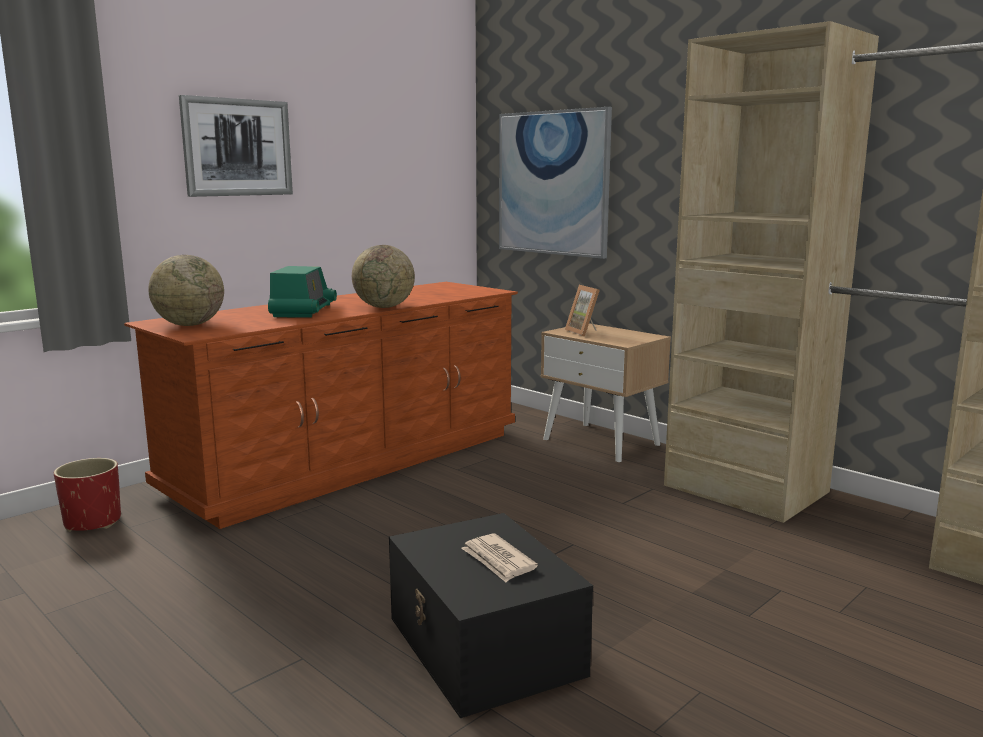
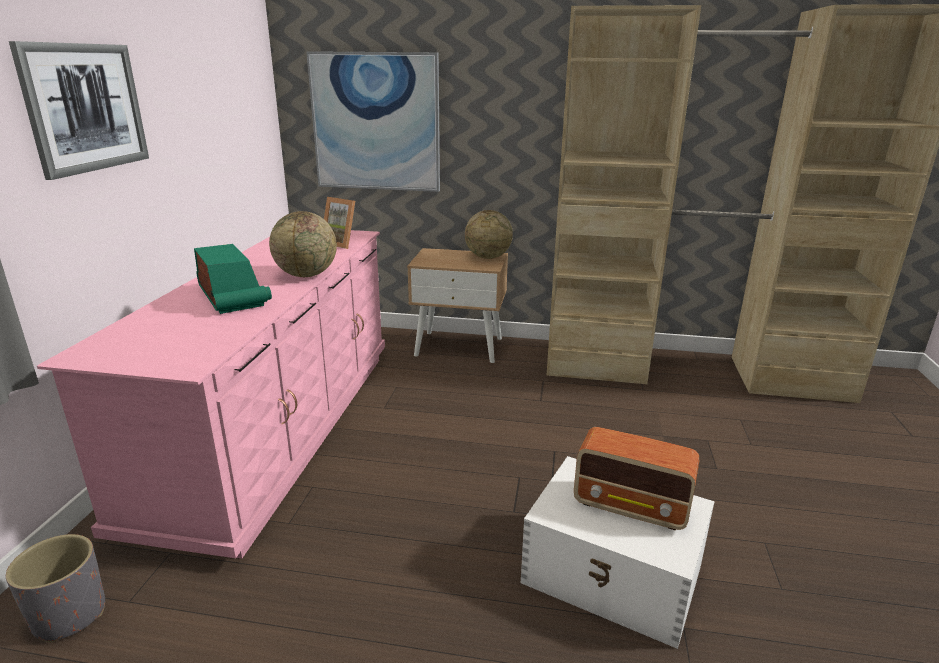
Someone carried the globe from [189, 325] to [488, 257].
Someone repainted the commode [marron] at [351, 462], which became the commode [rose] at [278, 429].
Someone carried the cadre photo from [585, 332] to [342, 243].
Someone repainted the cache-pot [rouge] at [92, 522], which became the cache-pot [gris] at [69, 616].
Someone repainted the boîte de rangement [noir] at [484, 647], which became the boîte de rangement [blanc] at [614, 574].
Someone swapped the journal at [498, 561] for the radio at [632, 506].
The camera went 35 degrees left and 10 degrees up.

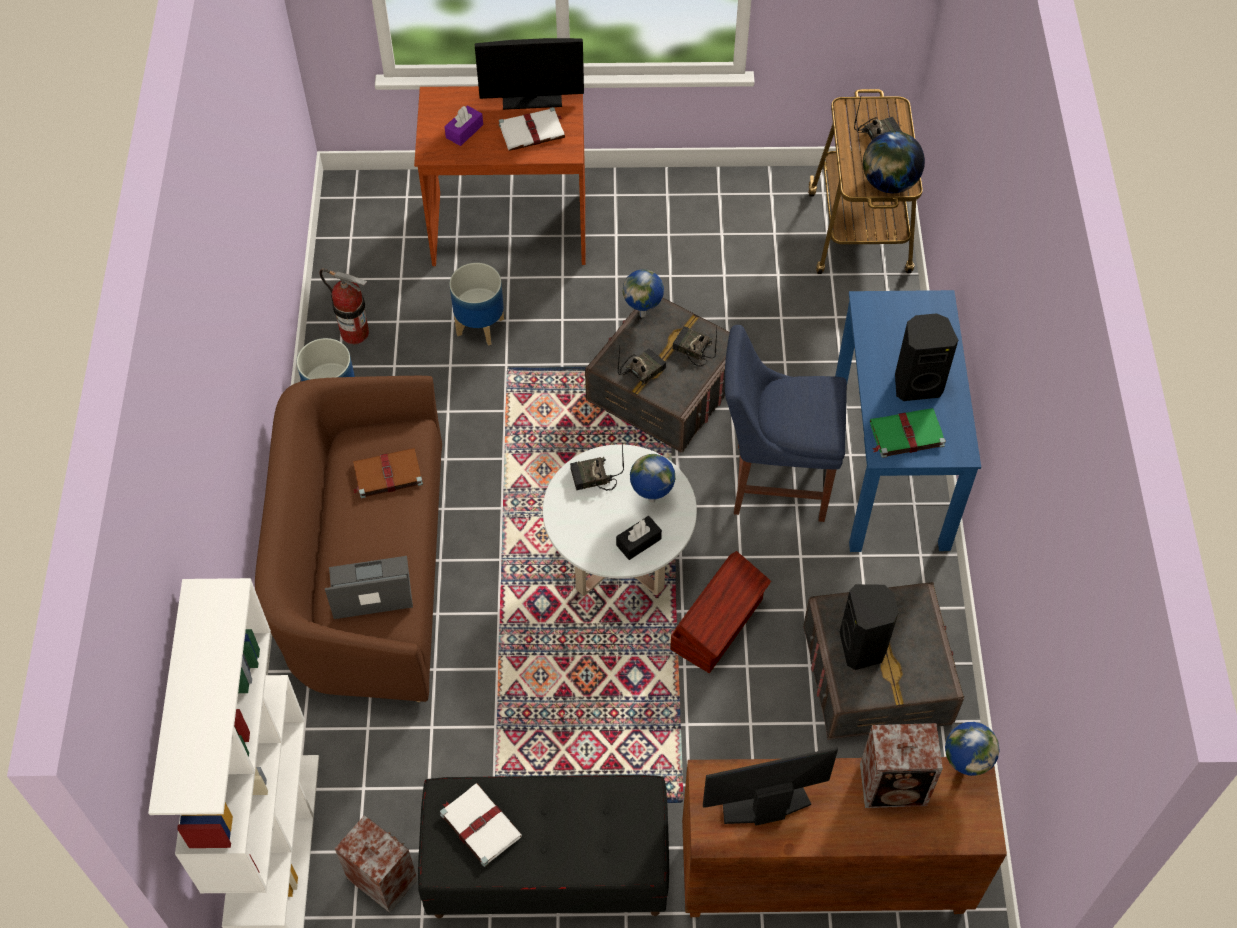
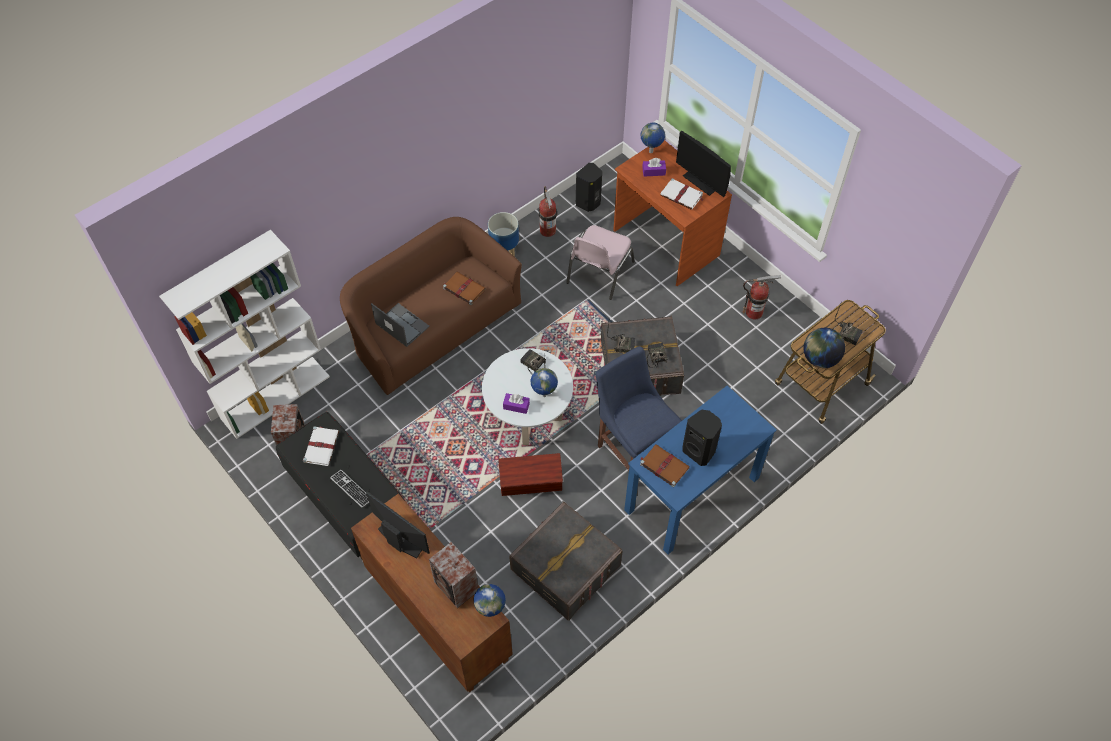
Someone swapped the cache-pot at [480, 327] for the chaise [rose] at [599, 273].
Someone carried the globe from [643, 314] to [651, 152].
Someone repainted the livre [vert] at [905, 434], which became the livre [marron] at [663, 466].
Someone repainted the boîte à mouchoirs [noir] at [638, 542], which became the boîte à mouchoirs [violet] at [516, 406].
Someone carried the enceinte [noir] from [863, 647] to [589, 203].
Someone put down the extincteur at [754, 312].
Someone put down the clavier at [351, 489].
The camera went 50 degrees right and 0 degrees up.

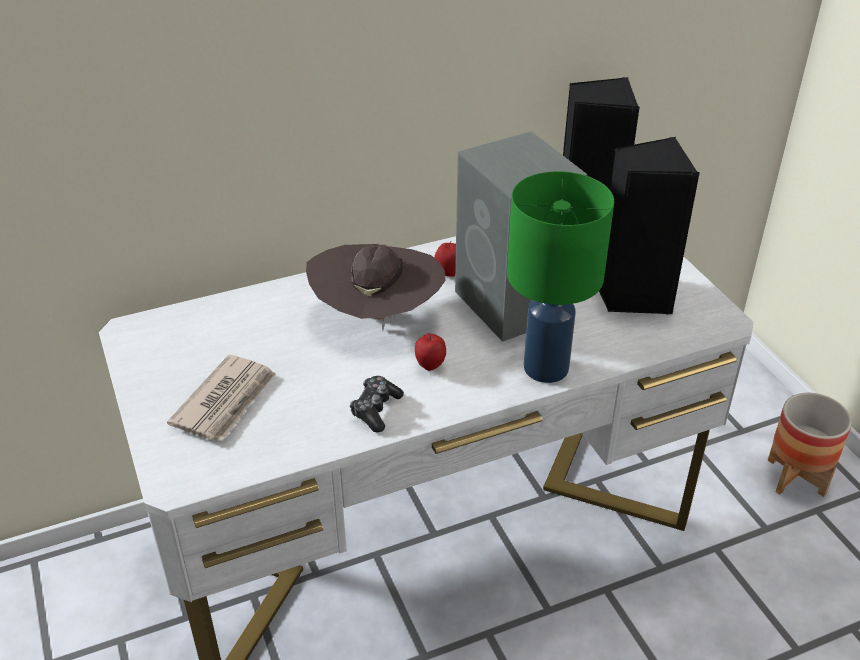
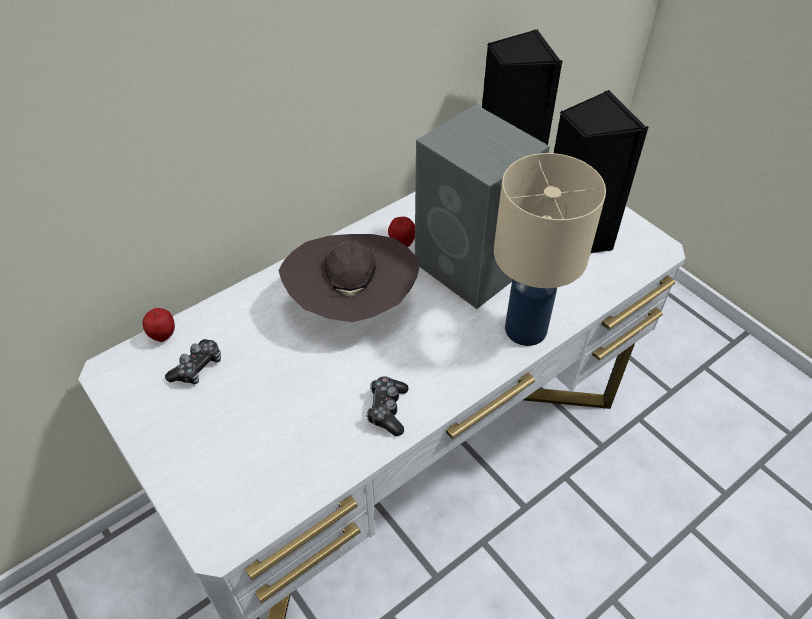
Someone repainted the lampe de table [vert] at [545, 368], which became the lampe de table [beige] at [525, 330].
Someone carried the pomme from [430, 366] to [163, 337].
Someone took away the journal at [226, 401].
Someone took away the cache-pot at [796, 477].
Someone put down the manette at [197, 367].
The camera went 15 degrees left and 10 degrees up.

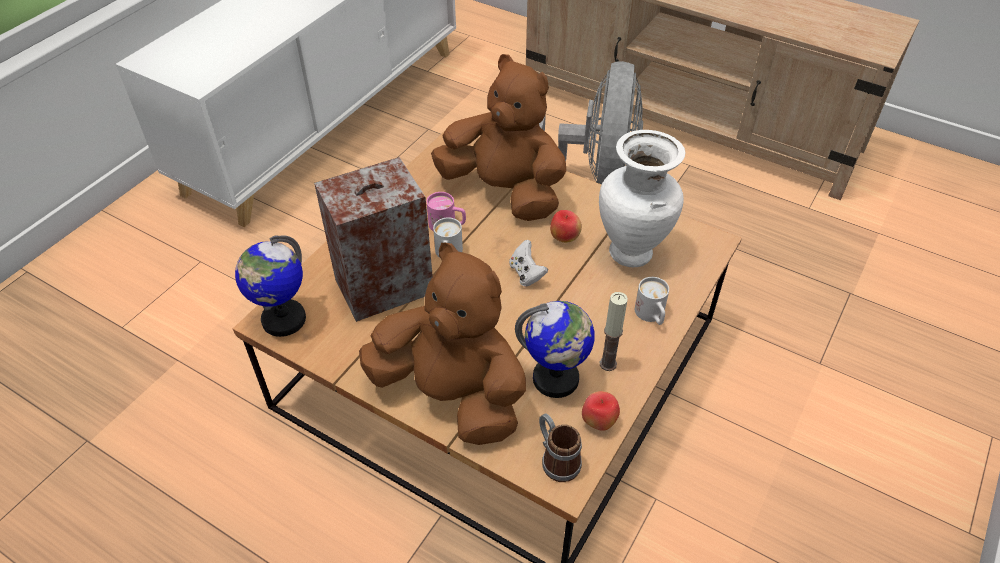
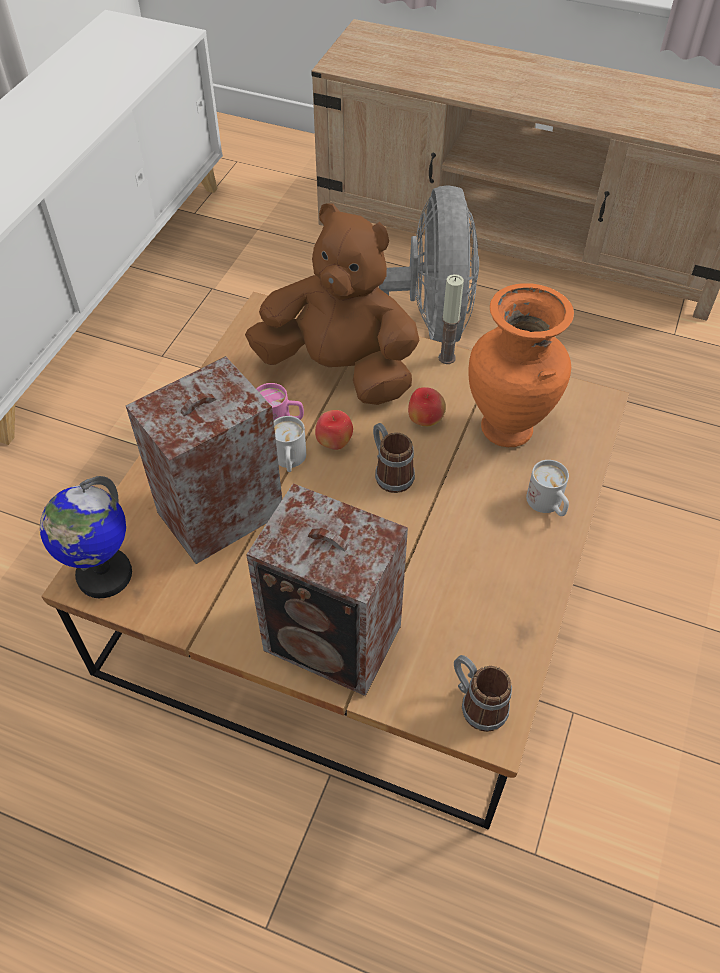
Someone repainted the vase [blanc] at [632, 253], which became the vase [orange] at [508, 428].
Someone swapped the manette [blanc] at [526, 274] for the mug at [390, 472].
Someone swapped the peluche [marron] at [452, 395] for the enceinte at [335, 641].
Someone carried the bougie from [608, 364] to [446, 358].
Someone took away the globe at [556, 379].
Someone carried the pomme from [598, 422] to [334, 443].
The camera went 10 degrees left and 5 degrees up.

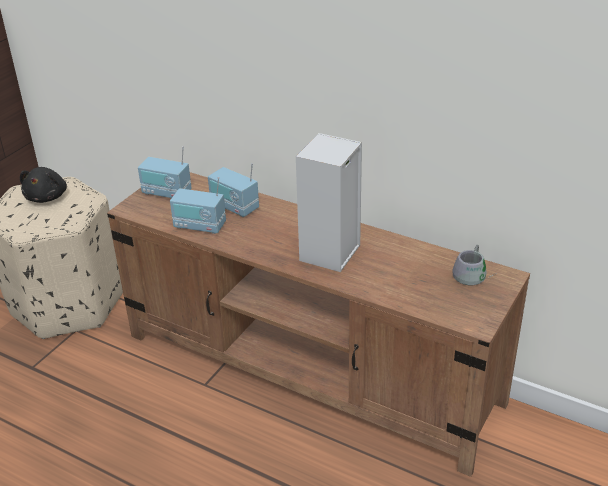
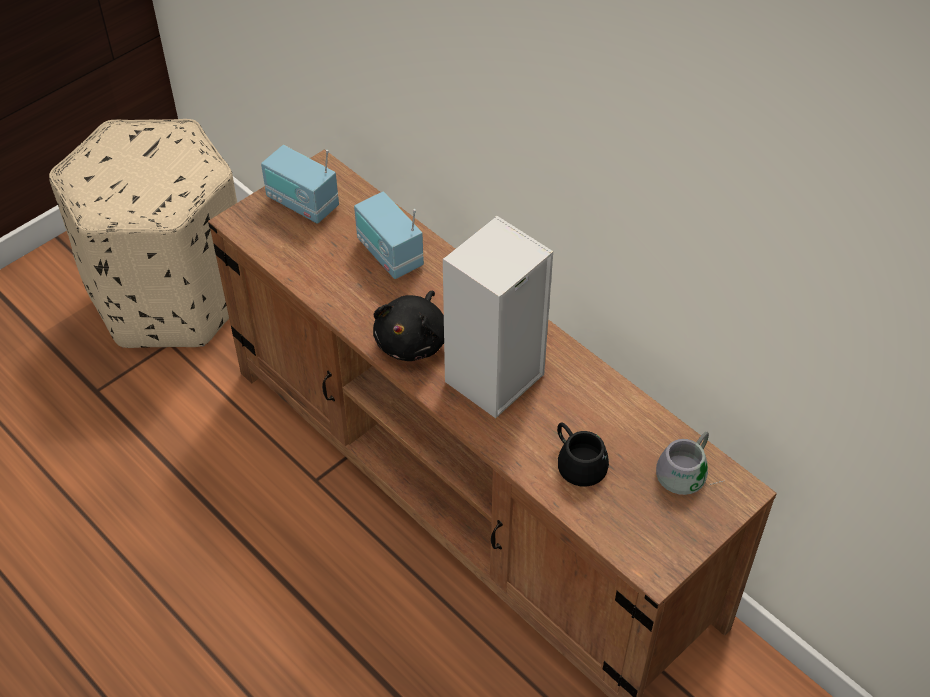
Someone carried the peluche [noir] from [47, 197] to [414, 341].
Someone took away the radio at [199, 226].
Someone put down the mug [noir] at [582, 459].
The camera went 15 degrees right and 15 degrees up.

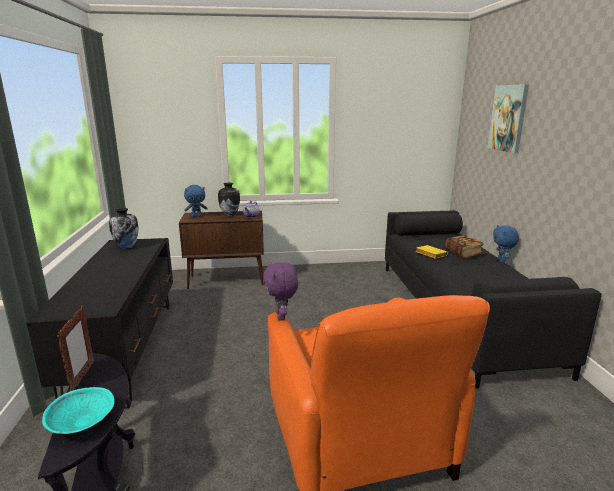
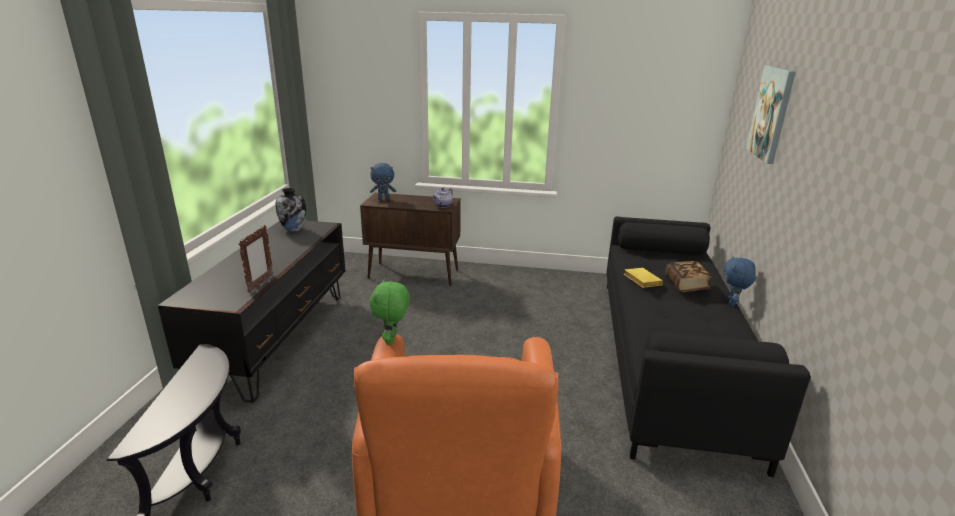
Someone took away the vase at [230, 214].
Someone repainted the peluche [violet] at [282, 317], which became the peluche [vert] at [392, 340].
Someone carried the cadre photo from [82, 377] to [260, 284].
Someone took away the bol [turquoise] at [82, 424].
The camera went 15 degrees right and 5 degrees up.

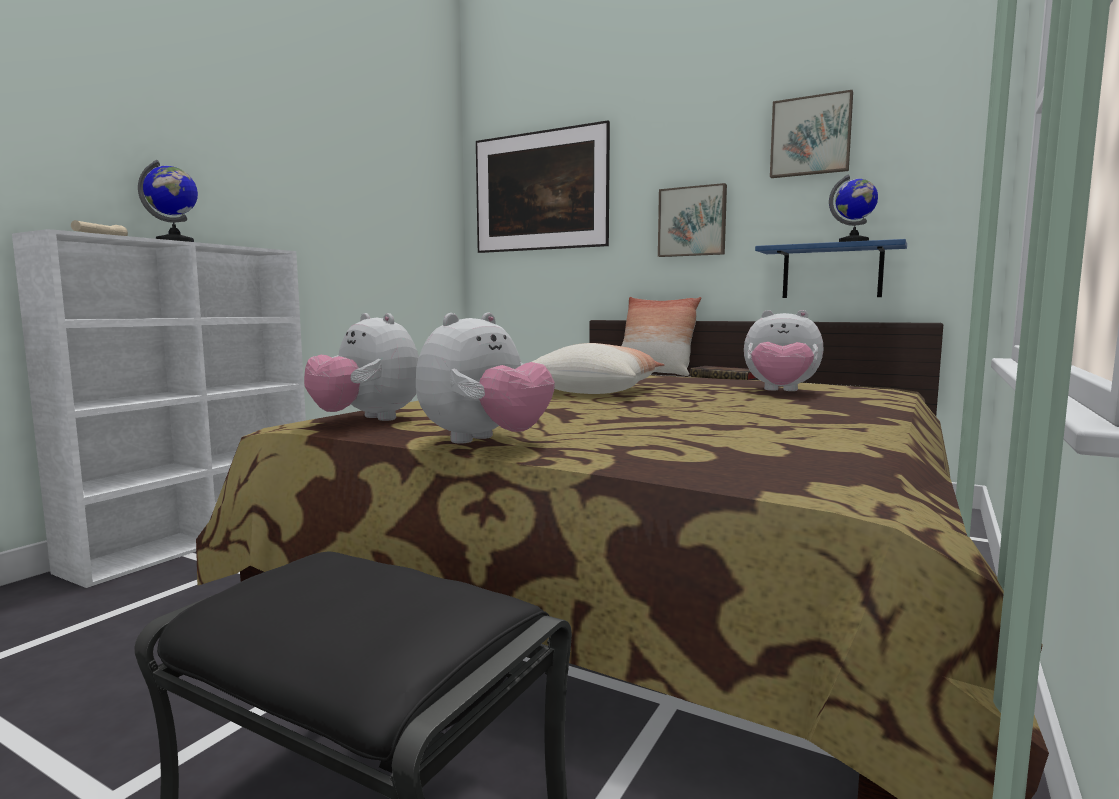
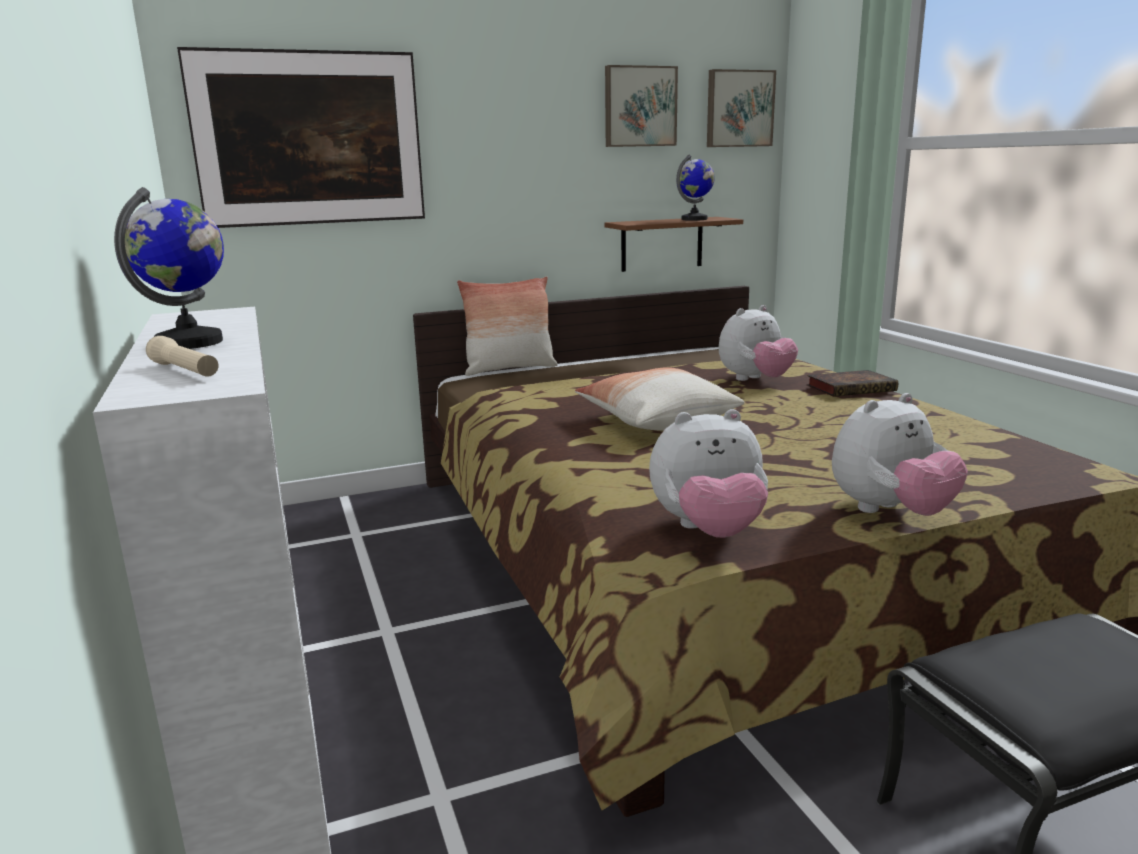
Someone carried the tableau from [692, 221] to [738, 109].
Someone repainted the étagère [bleu] at [832, 272], which became the étagère [marron] at [662, 244].
Someone rotated the peluche at [485, 441] by 75 degrees clockwise.
Someone carried the livre from [727, 378] to [852, 388].
The camera went 50 degrees left and 10 degrees up.

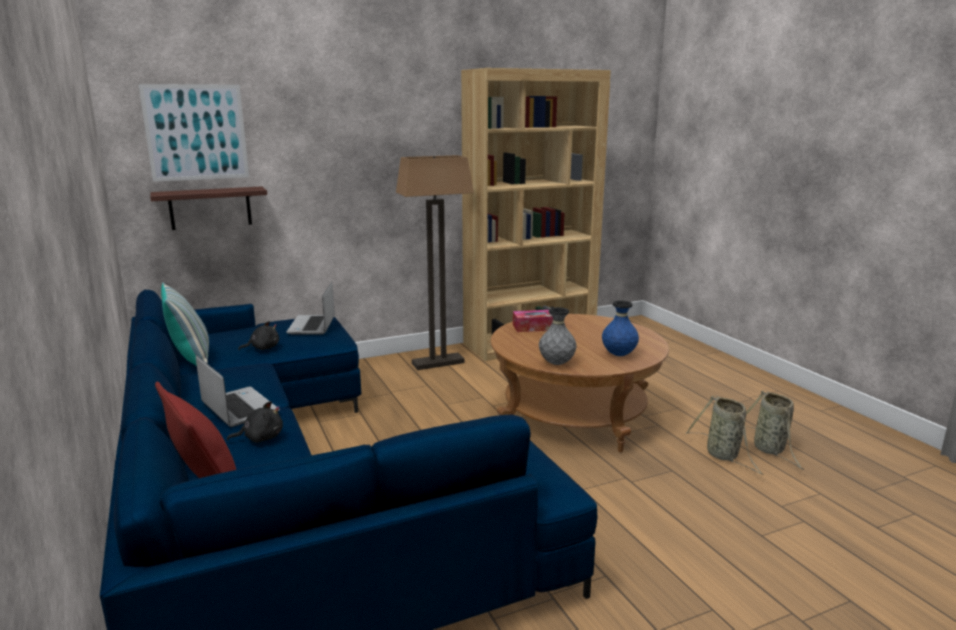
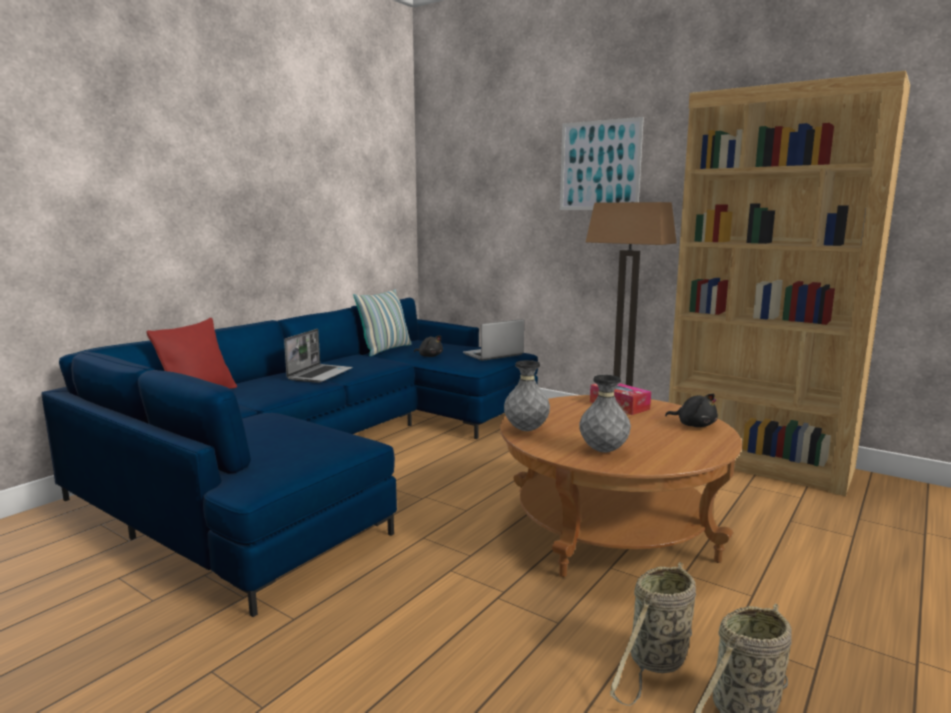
Someone carried the tableau from [196, 132] to [599, 165].
Someone took away the étagère at [210, 208].
Someone repainted the vase [bleu] at [619, 355], which became the vase [gris] at [603, 451].
Someone carried the peluche [noir] from [260, 438] to [694, 425].
The camera went 60 degrees right and 5 degrees down.

